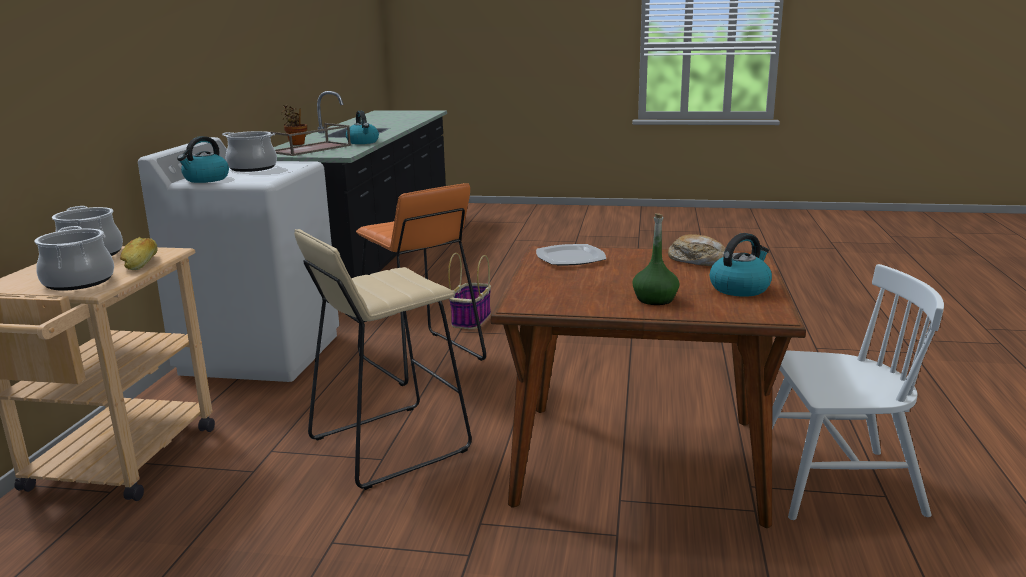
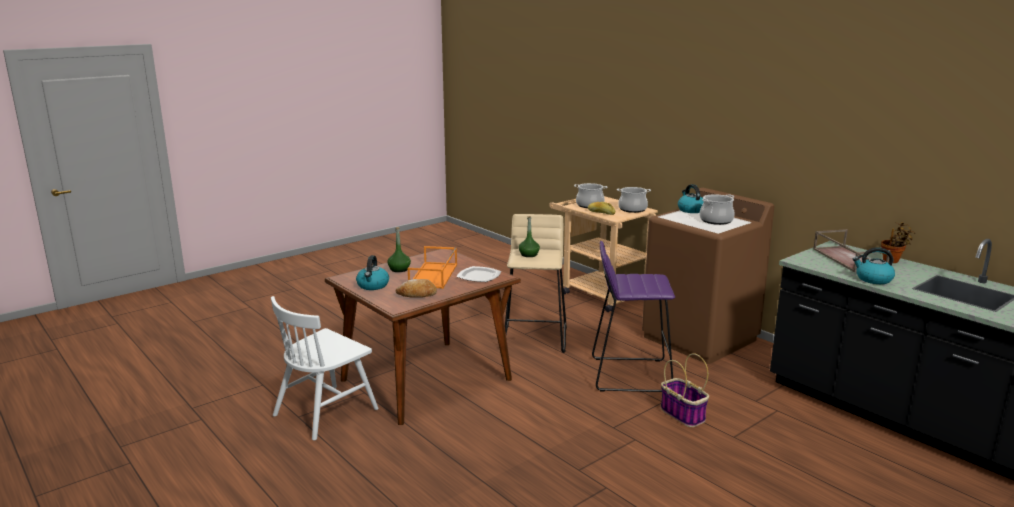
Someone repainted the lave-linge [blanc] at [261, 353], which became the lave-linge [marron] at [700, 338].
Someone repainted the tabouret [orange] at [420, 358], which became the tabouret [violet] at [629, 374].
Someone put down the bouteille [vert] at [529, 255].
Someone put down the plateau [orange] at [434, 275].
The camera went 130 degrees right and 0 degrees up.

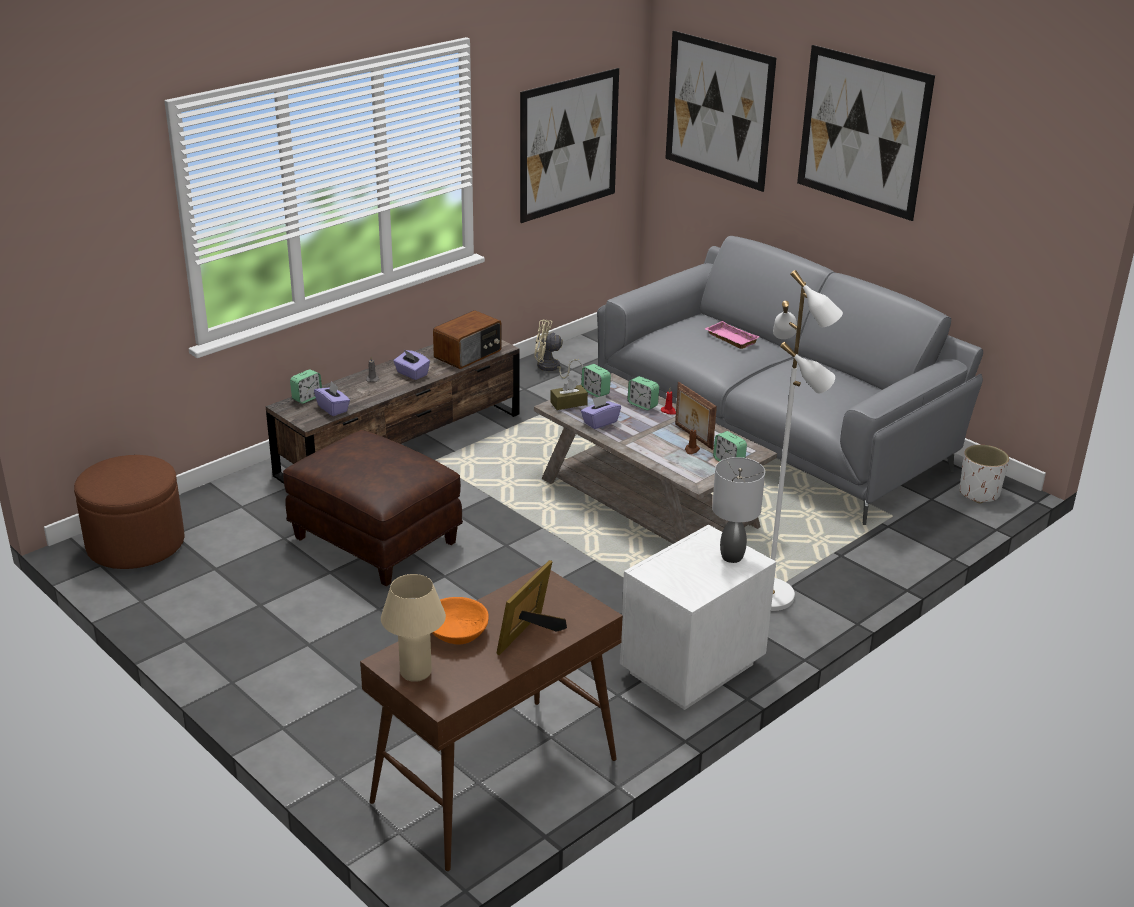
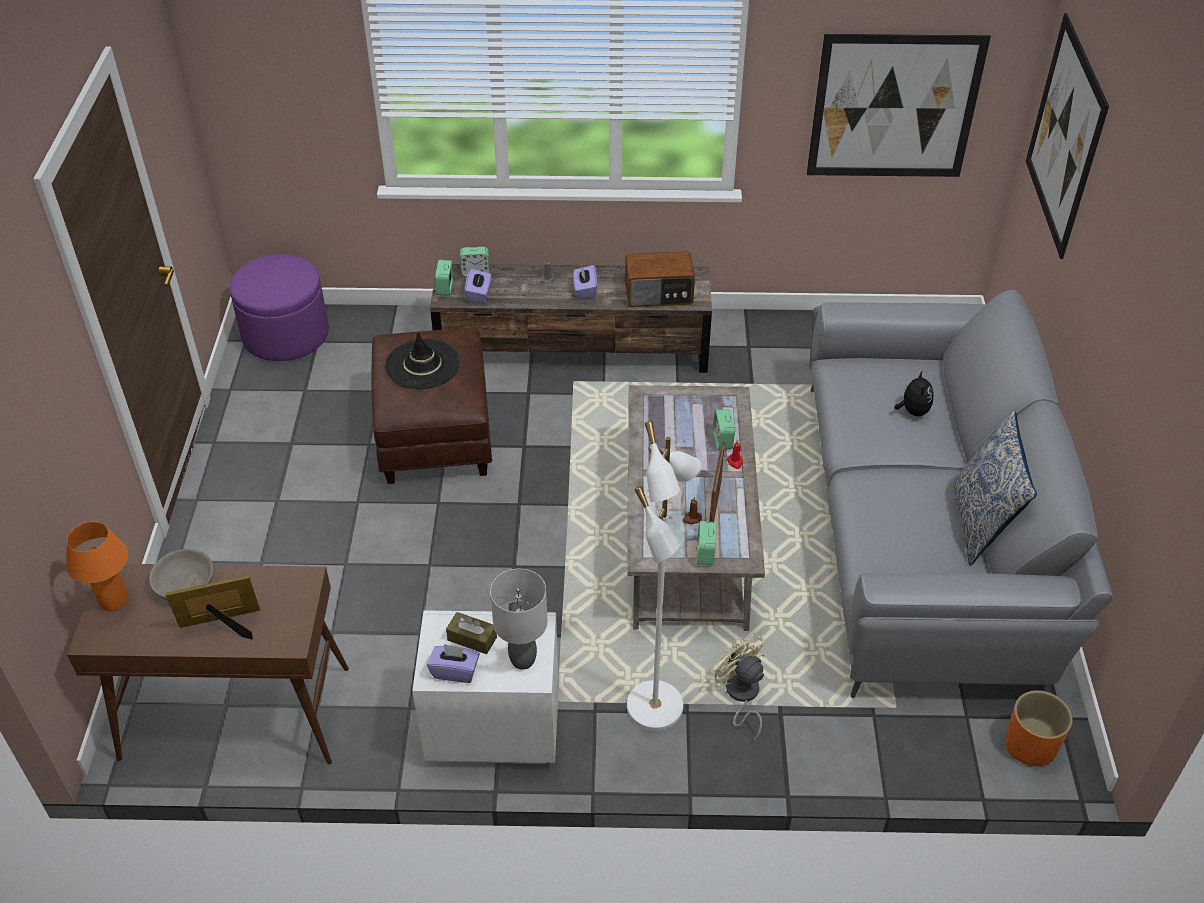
Someone took away the tableau at [862, 132].
Someone carried the ventilateur [beige] from [551, 368] to [741, 696].
Someone swapped the plateau [rose] at [729, 339] for the peluche at [913, 411].
Someone carried the réveil from [595, 392] to [445, 288].
Someone carried the boîte à mouchoirs [marron] from [568, 403] to [472, 638].
Someone carried the boîte à mouchoirs [violet] from [600, 422] to [455, 671].
Someone repainted the cache-pot [blanc] at [979, 493], which became the cache-pot [orange] at [1029, 746].
Someone repainted the pouf [marron] at [136, 544], which became the pouf [violet] at [286, 335].
Someone repainted the lampe de table [beige] at [415, 672], which became the lampe de table [orange] at [114, 600].
Someone repainted the bol [orange] at [456, 632], which became the bol [gris] at [185, 584].
Someone put down the chapeau [noir] at [423, 365].
Someone put down the coussin at [981, 523].
The camera went 45 degrees right and 15 degrees up.

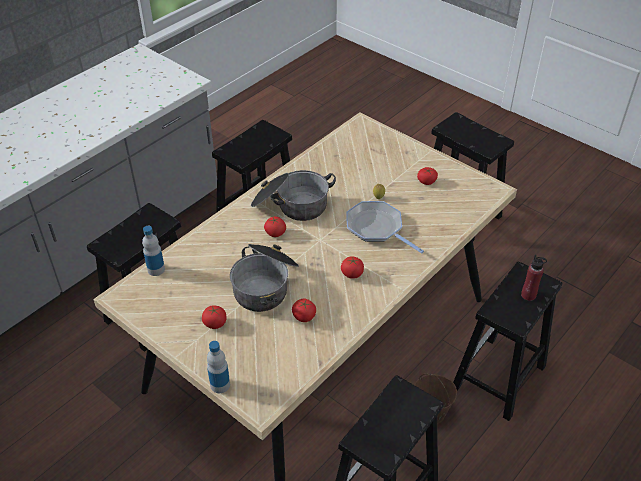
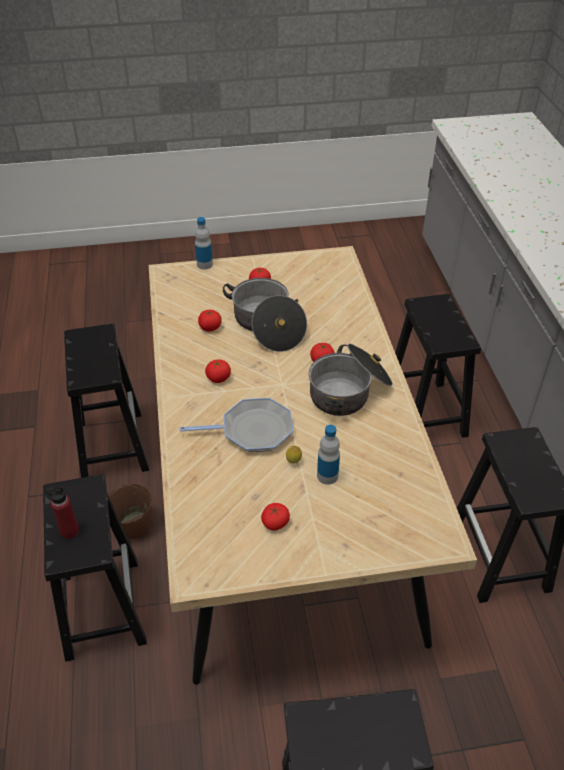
Someone carried the bouteille from [156, 269] to [327, 476].
The camera went 130 degrees right and 0 degrees up.

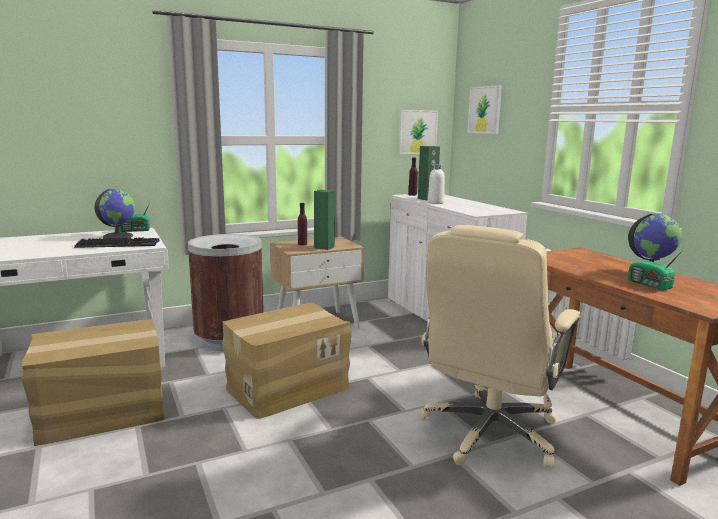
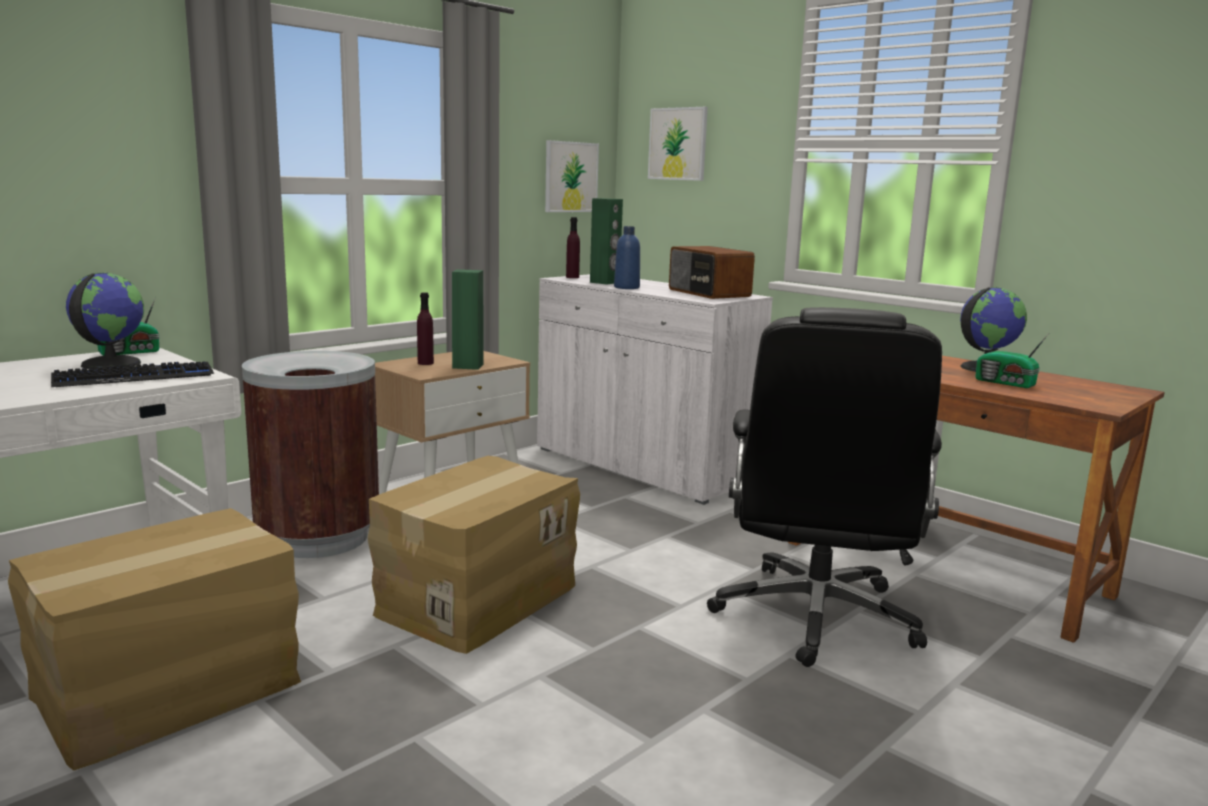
Someone repainted the bouteille [blanc] at [435, 203], which became the bouteille [bleu] at [626, 287].
Someone repainted the chaise de bureau [beige] at [489, 433], which became the chaise de bureau [noir] at [815, 617].
Someone put down the radio at [708, 293].
The camera went 20 degrees left and 0 degrees up.

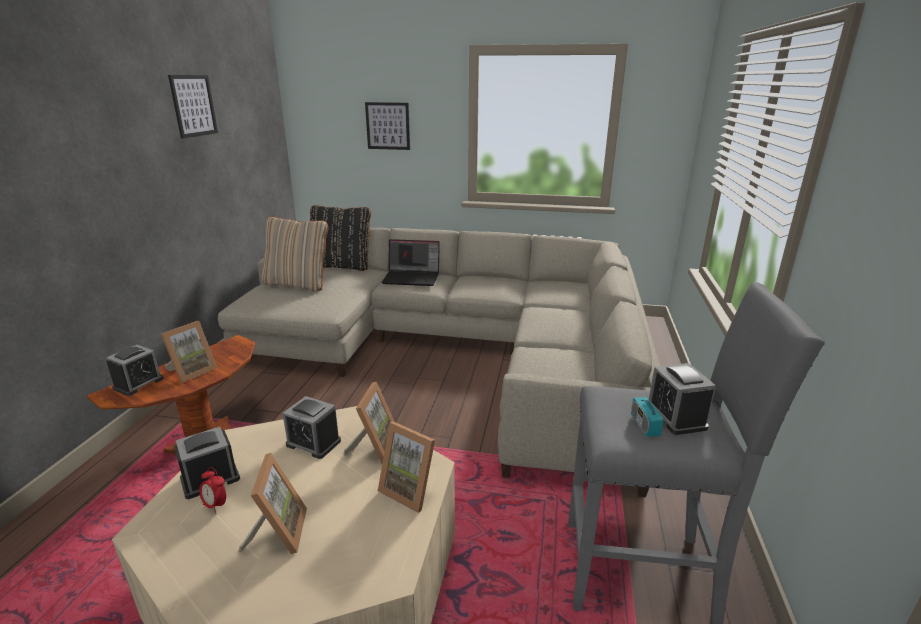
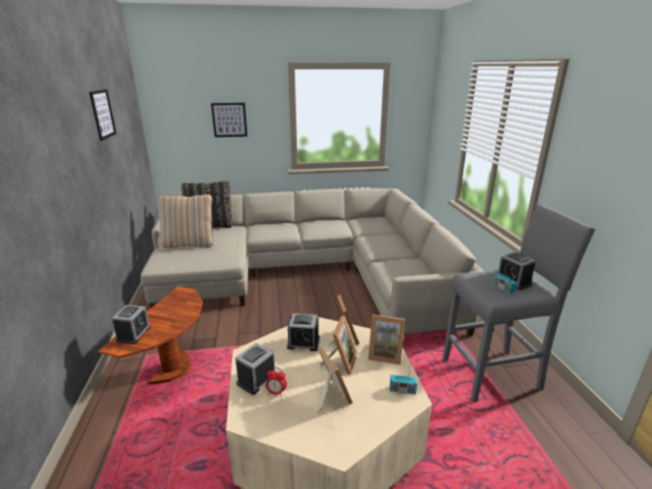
Someone took away the ordinateur portable at [412, 278].
Someone carried the cadre photo from [192, 371] to [340, 361].
Someone put down the radio at [402, 390].
The camera went 20 degrees left and 0 degrees up.

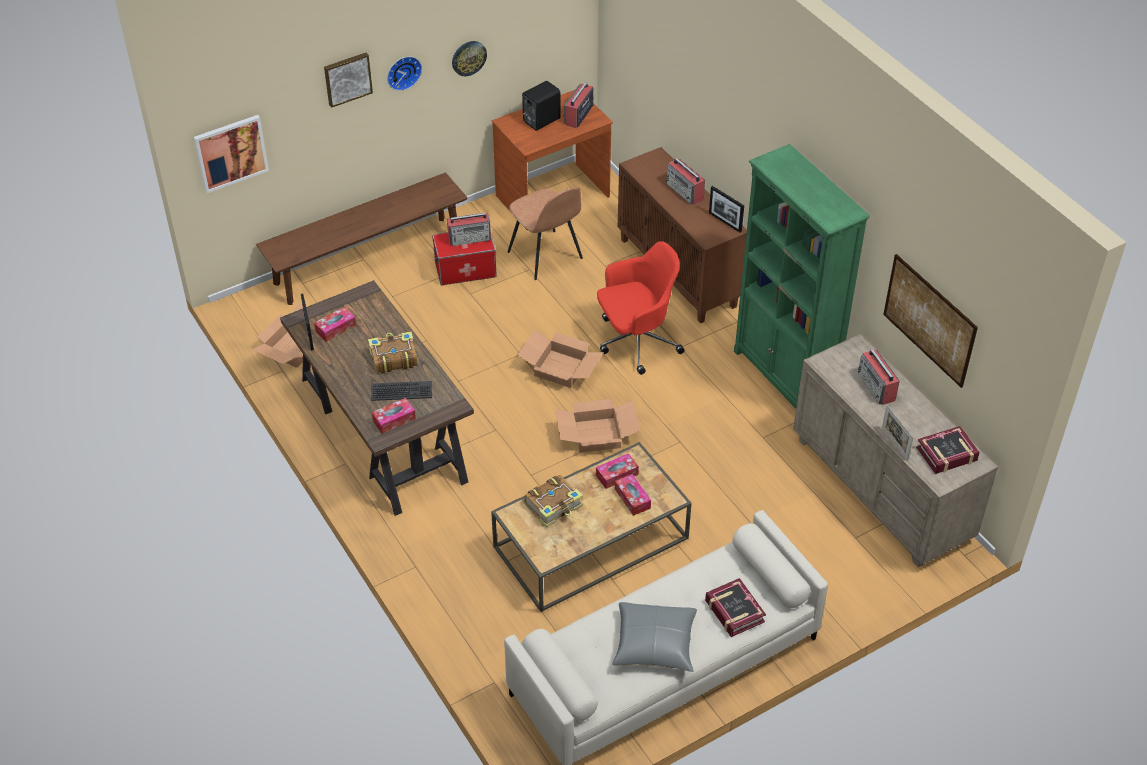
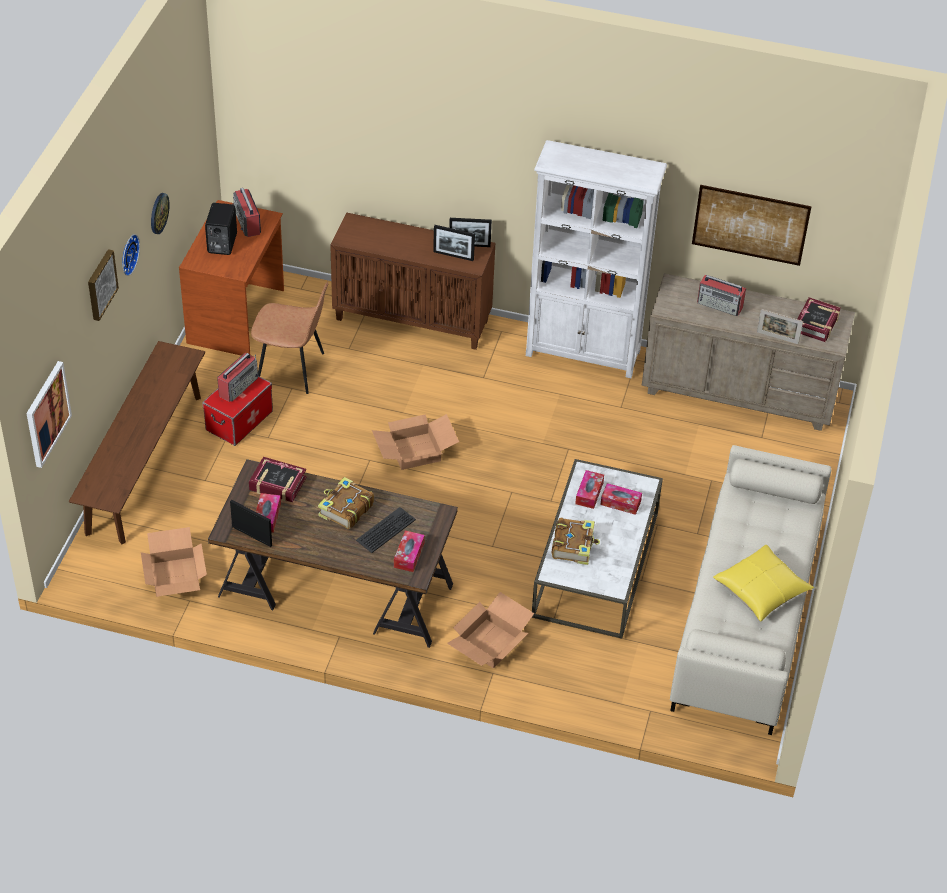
Someone repainted the bibliothèque [vert] at [784, 377], which became the bibliothèque [blanc] at [583, 353].
Someone took away the radio at [685, 191].
Someone took away the chaise de bureau [rouge] at [636, 342].
Someone carried the carton from [596, 436] to [490, 644].
Someone repainted the table basse [marron] at [591, 543], which became the table basse [blanc] at [596, 565].
Someone carried the livre from [734, 611] to [277, 484].
Someone repainted the coussin [gris] at [654, 644], which became the coussin [jaune] at [761, 590].
Someone put down the cadre photo at [453, 255].
The camera went 45 degrees left and 0 degrees up.

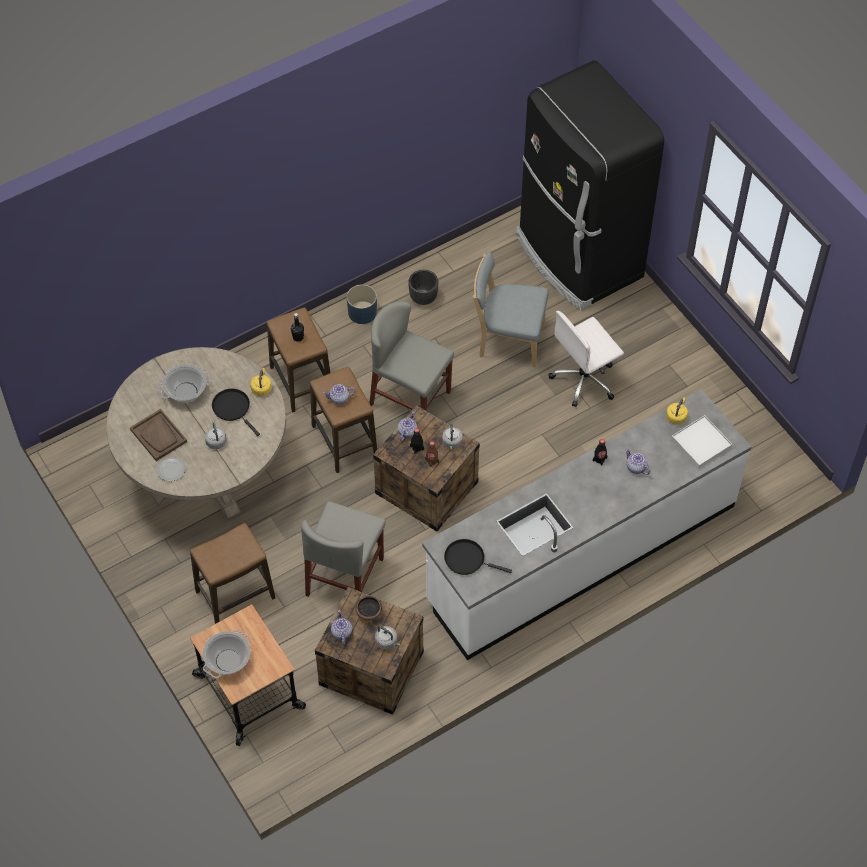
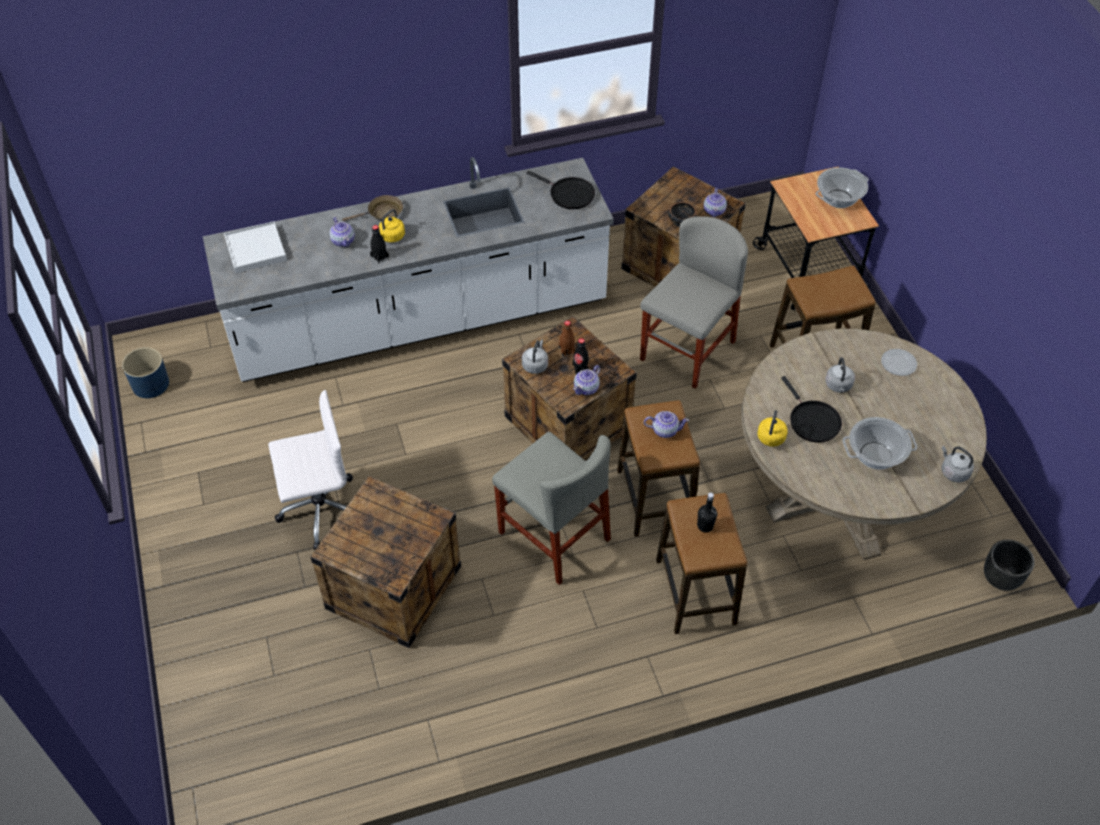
Someone took away the réfrigérateur [noir] at [577, 257].
Someone swapped the chaise [gris] at [508, 340] for the caisse at [393, 587].
Someone carried the cache-pot [noir] from [423, 298] to [1000, 578].
Someone carried the cache-pot [bleu] from [362, 312] to [150, 384].
Someone carried the bouilloire [jaune] from [676, 416] to [391, 237].
Someone took away the plateau [marron] at [159, 436].
Someone carried the bouilloire [gris] from [387, 642] to [953, 472].
Someone put down the poêle [marron] at [382, 213].
The camera went 165 degrees left and 5 degrees down.

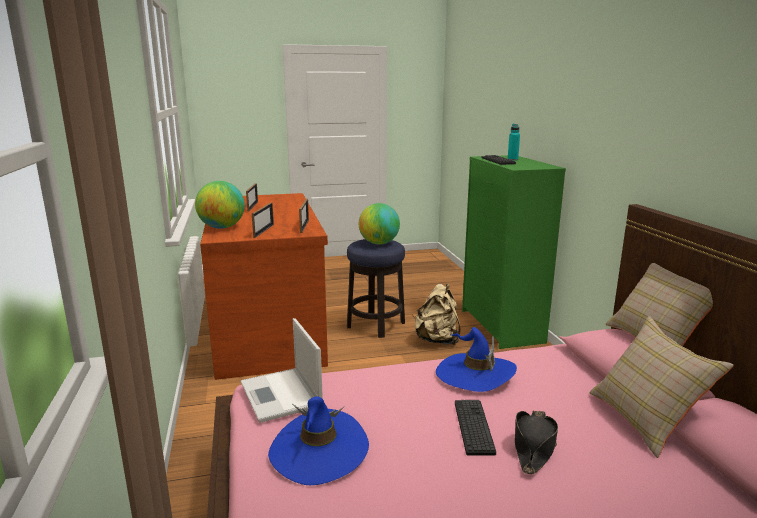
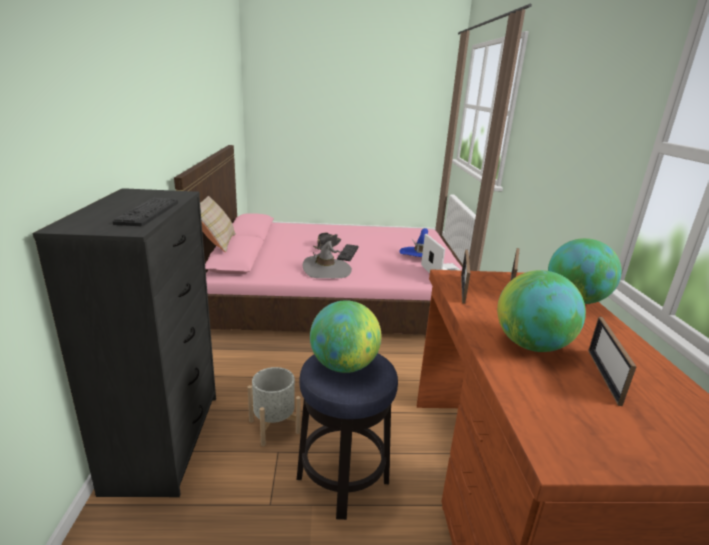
Someone took away the bouteille [turquoise] at [512, 159].
Someone repainted the commode [vert] at [502, 326], which became the commode [noir] at [165, 439].
Someone swapped the sac à dos [beige] at [438, 340] for the cache-pot [gris] at [274, 426].
Someone took away the coussin [beige] at [645, 420].
Someone repainted the chapeau [bleu] at [475, 374], which became the chapeau [gris] at [327, 270].
Someone put down the globe at [531, 345].
The camera went 170 degrees left and 5 degrees up.

